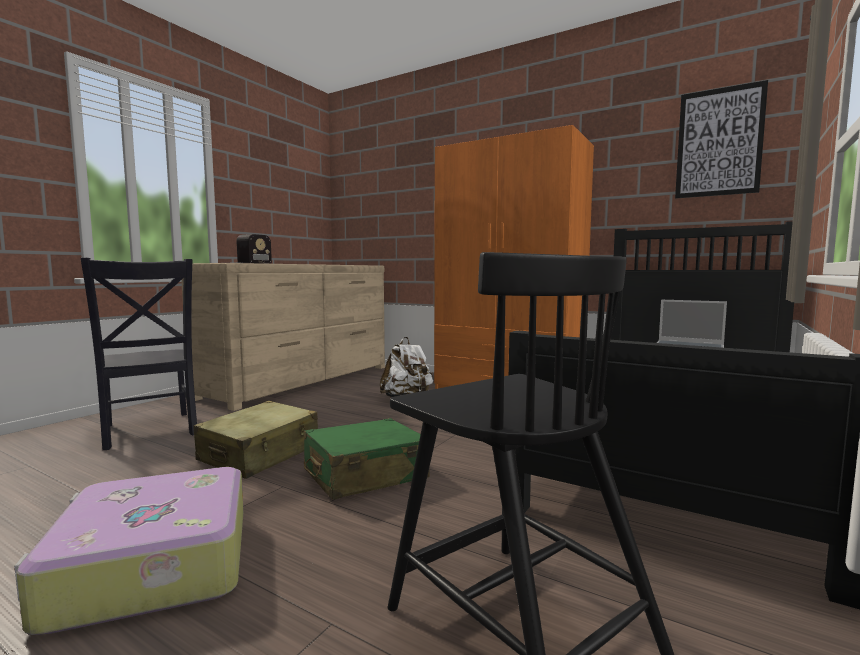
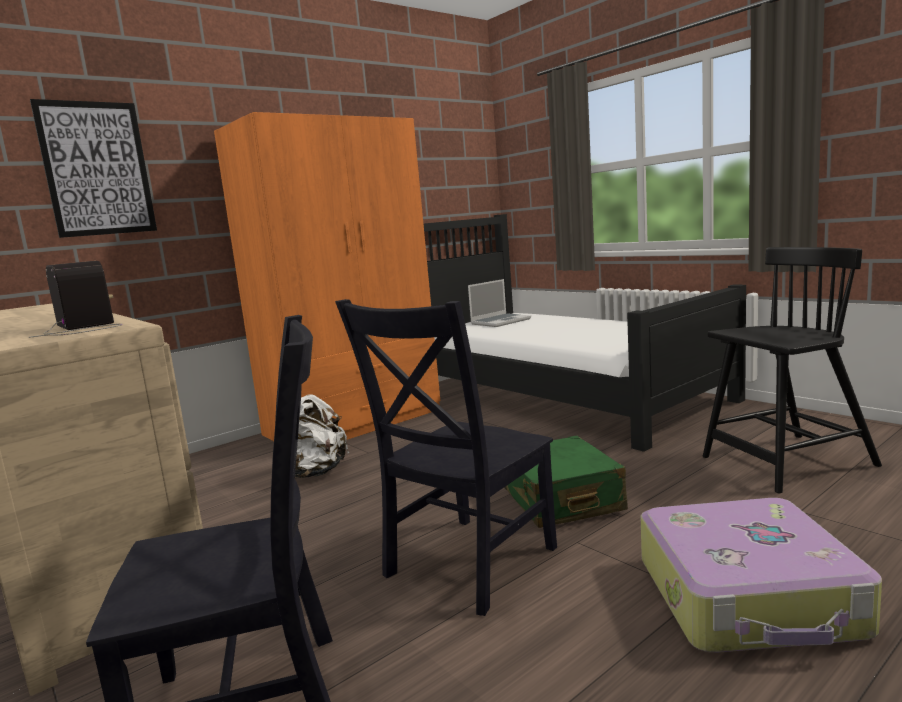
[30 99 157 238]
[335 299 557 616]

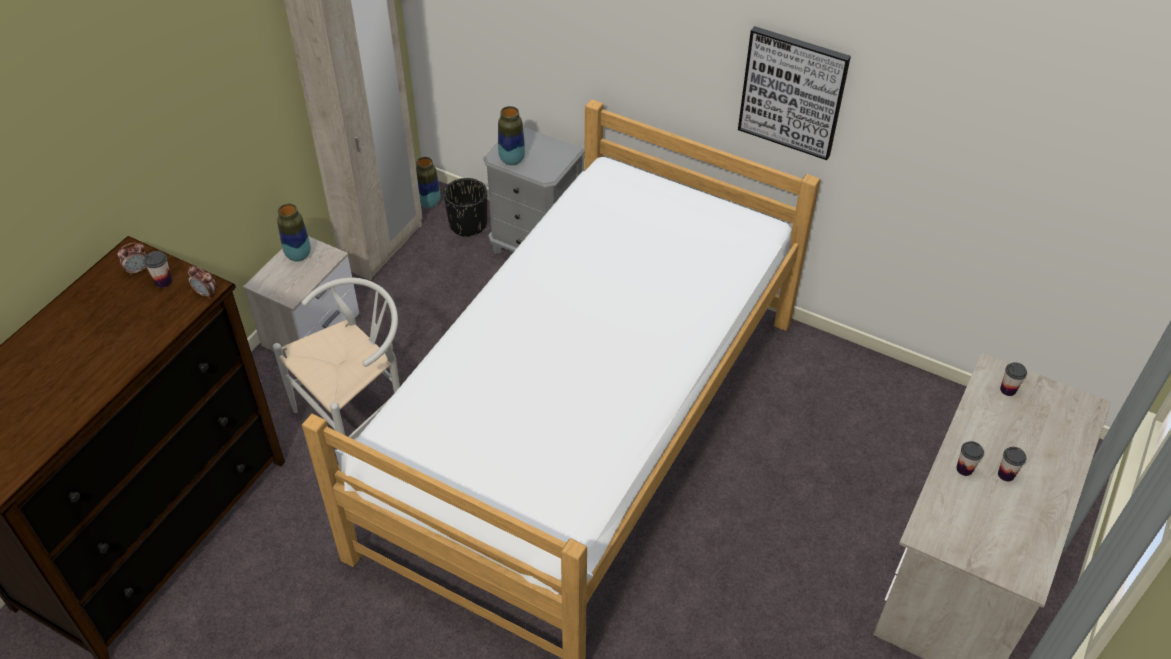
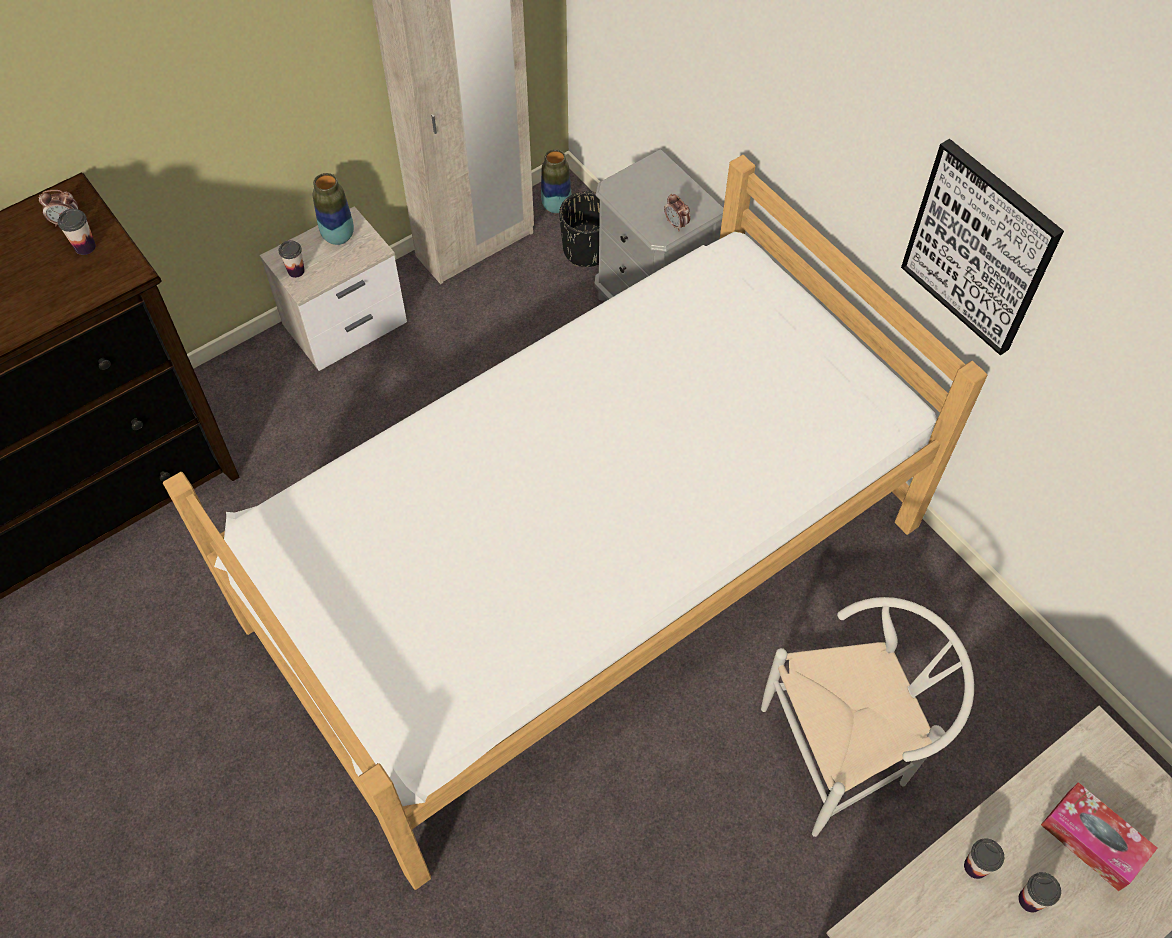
[279 240 305 278]
[664 194 690 231]
[761 597 974 837]
[1041 782 1157 891]
[498 106 525 165] (first image)

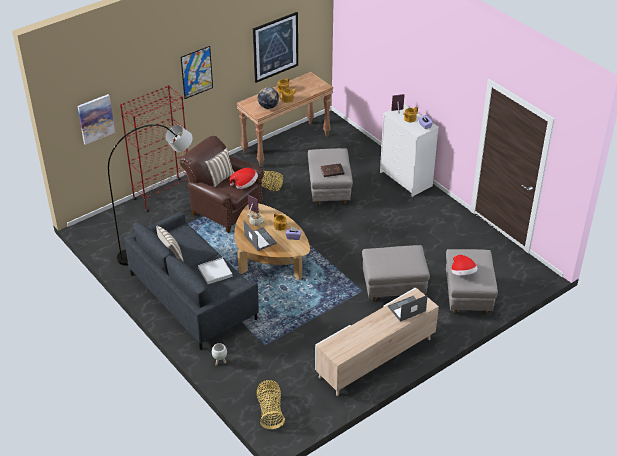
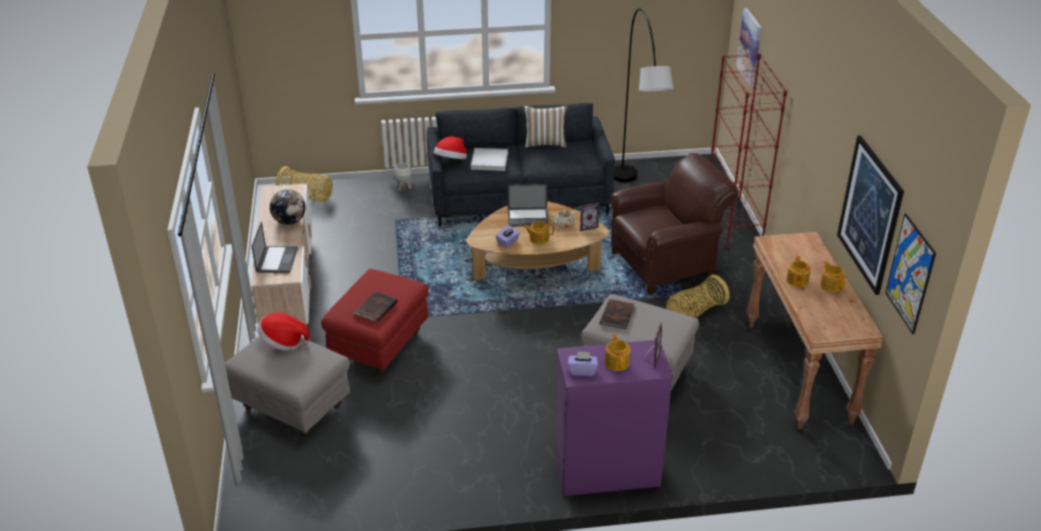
[270 189 306 225]
[321 269 429 375]
[353 292 397 322]
[434 136 467 159]
[555 340 673 496]
[885 214 936 334]
[205 148 235 188] (first image)

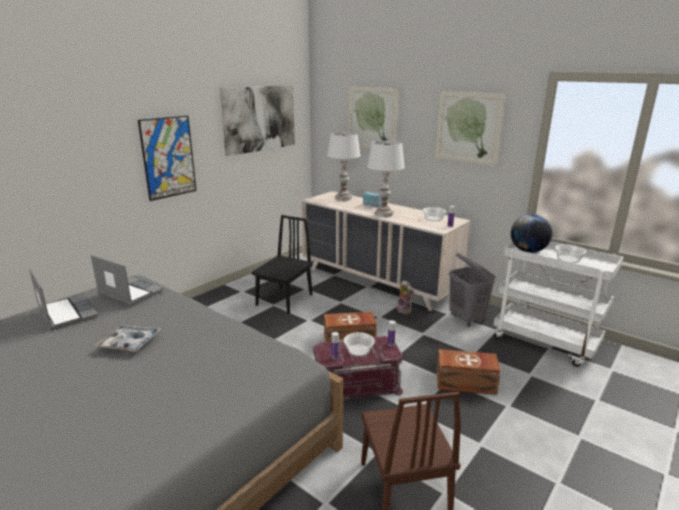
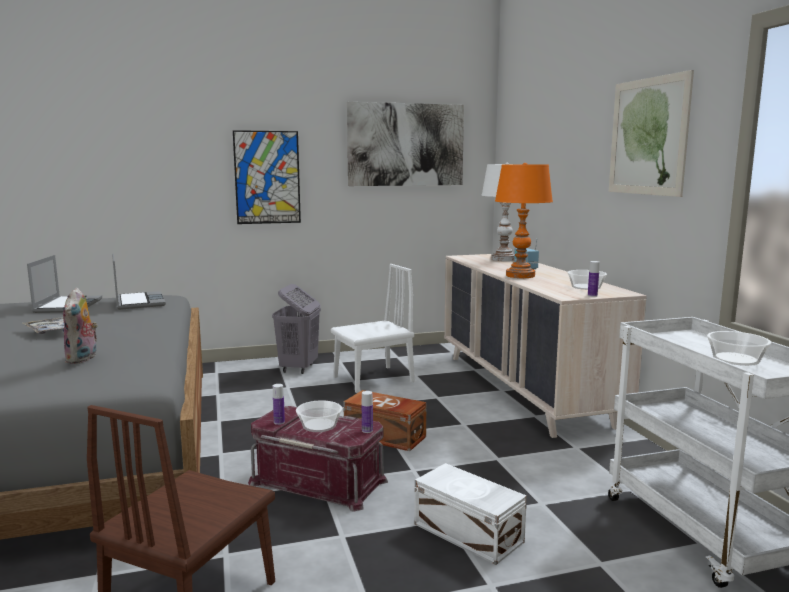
[63 288 98 364]
[272 284 321 374]
[331 264 415 393]
[414 463 527 565]
[495 163 553 278]
[348 87 399 148] (first image)
[511 214 552 253] (first image)

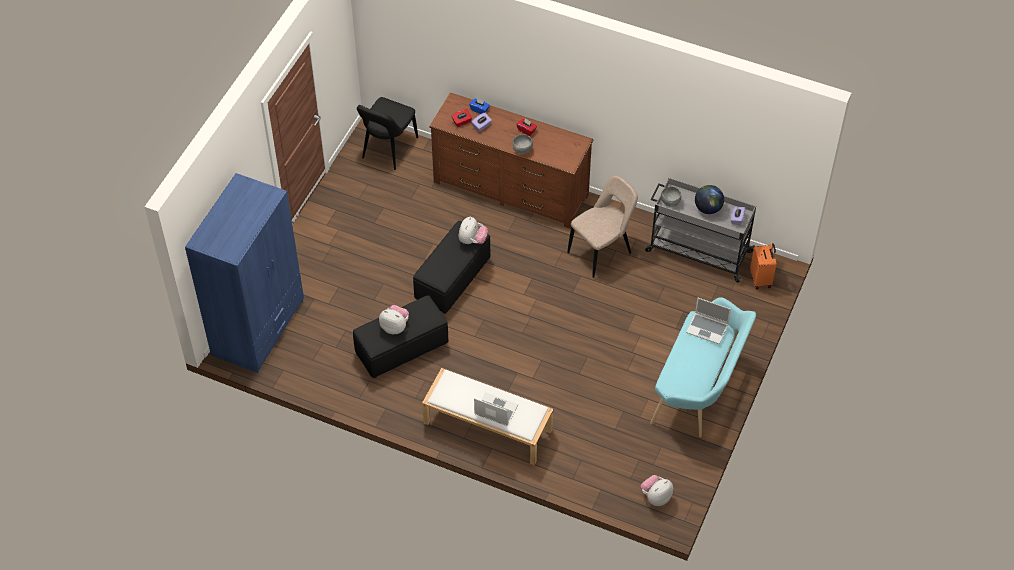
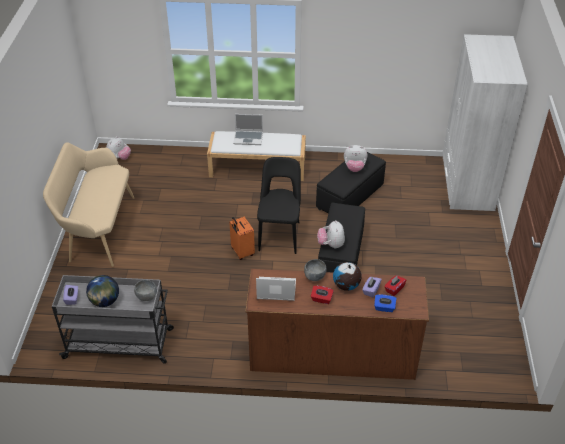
[43 142 135 267]
[229 217 255 260]
[256 277 296 301]
[257 157 301 254]
[333 262 362 291]
[442 34 528 211]
[567 175 638 278] (first image)

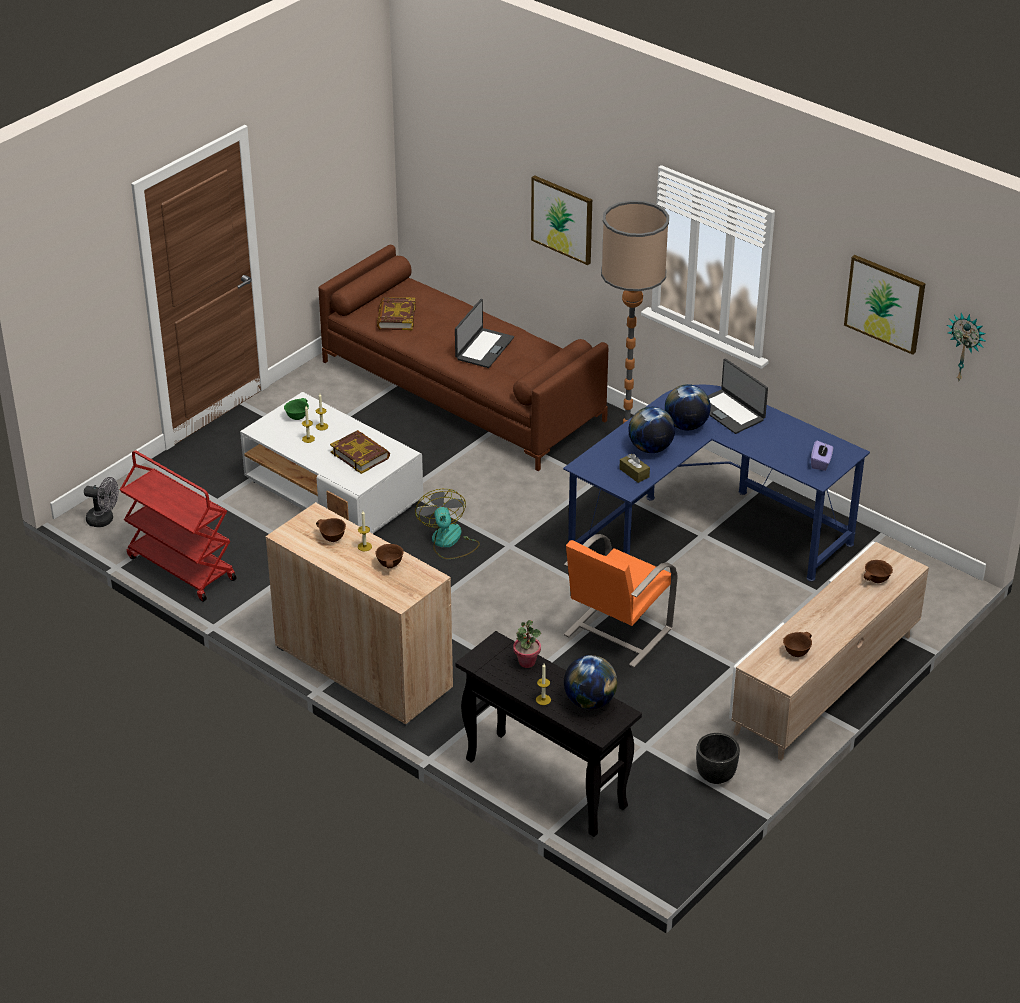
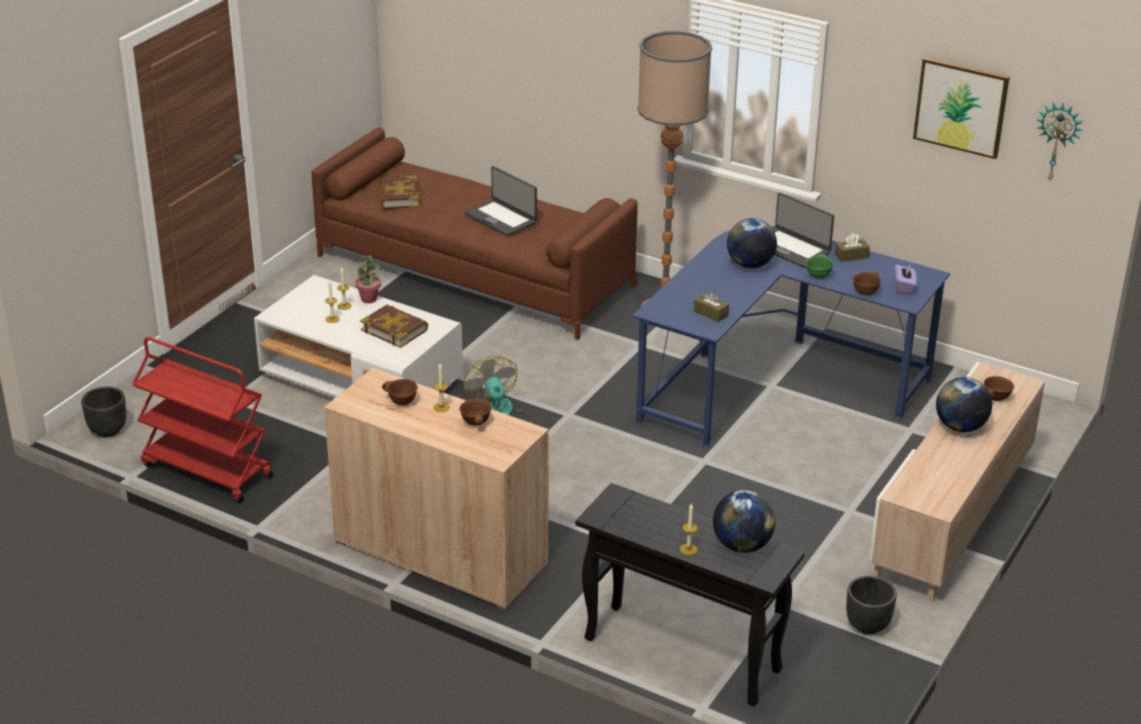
[81 387 126 437]
[355 255 381 303]
[465 166 537 236]
[806 254 834 279]
[835 233 870 262]
[852 271 881 295]
[936 377 992 432]
[531 175 592 265] (first image)
[564 534 678 668] (first image)

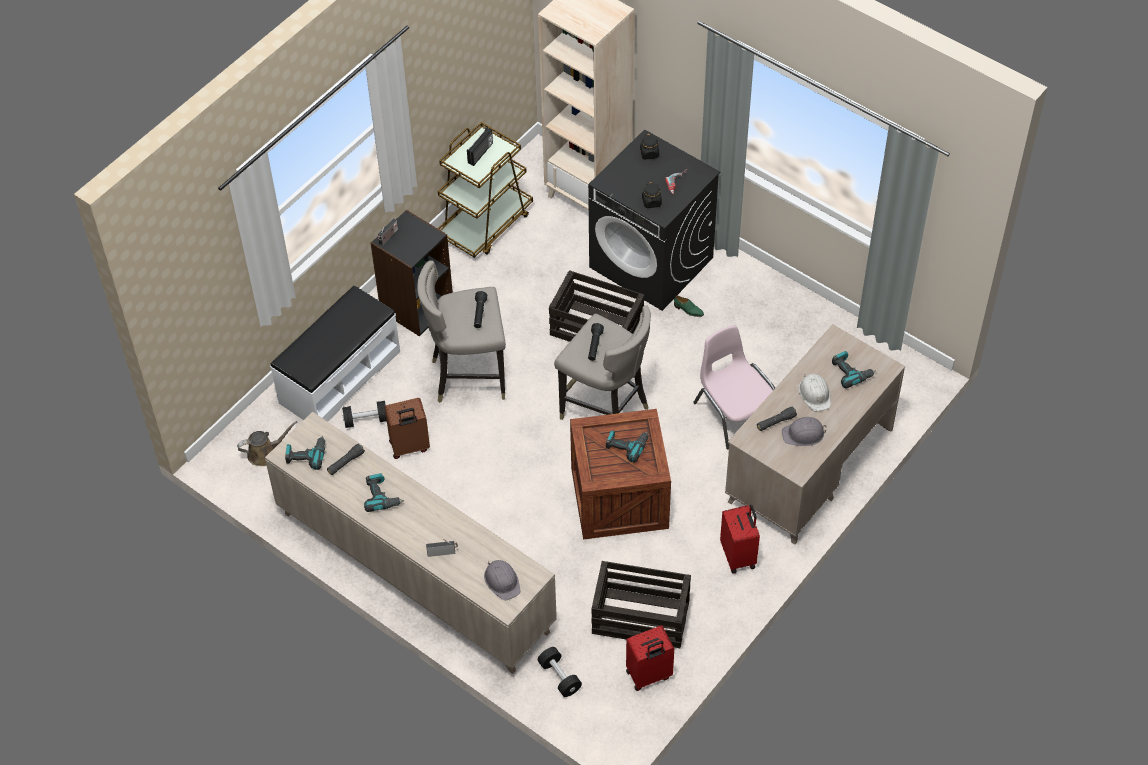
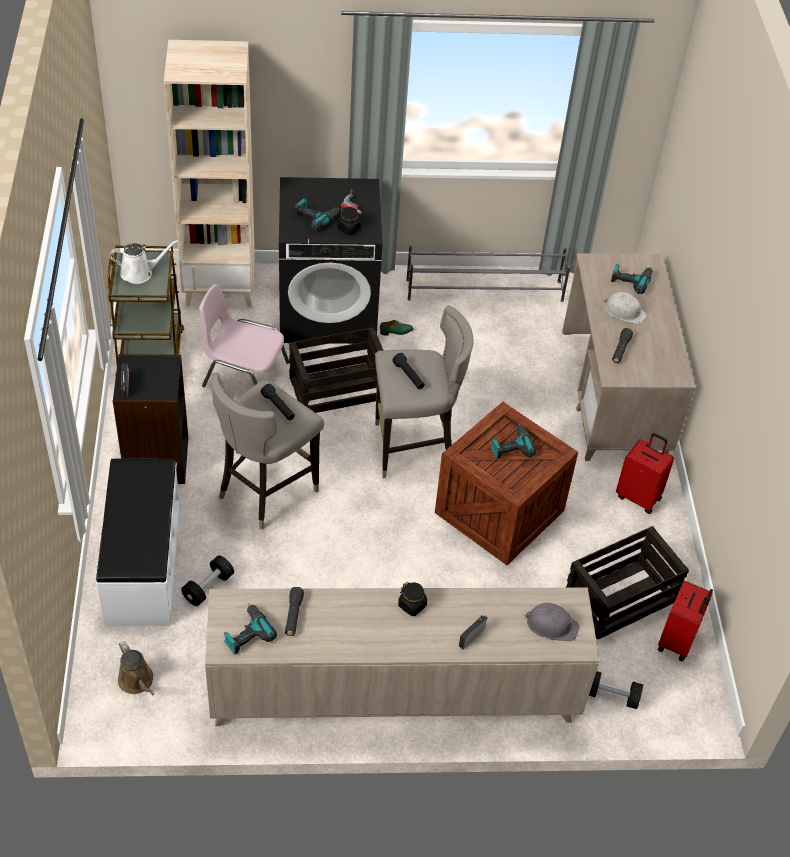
[110 240 179 284]
[118 641 154 696]
[199 284 289 387]
[294 198 340 231]
[398 582 427 616]
[406 245 570 302]
[385 398 430 459] (first image)
[782 417 827 446] (first image)

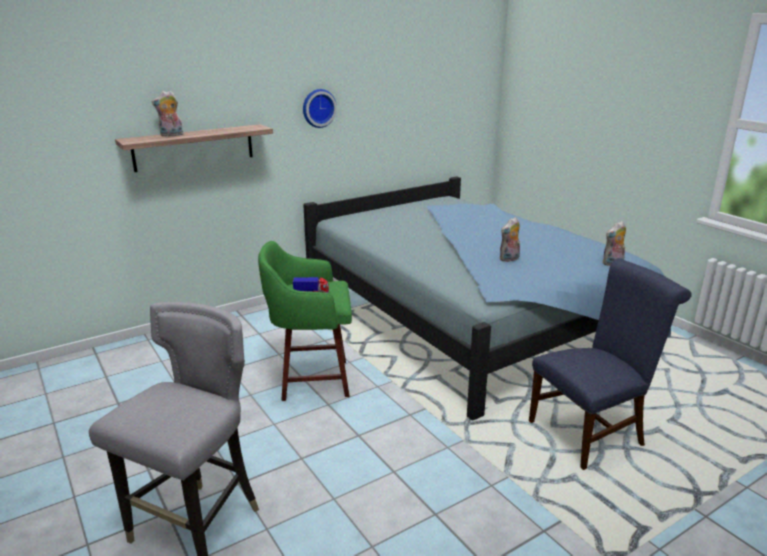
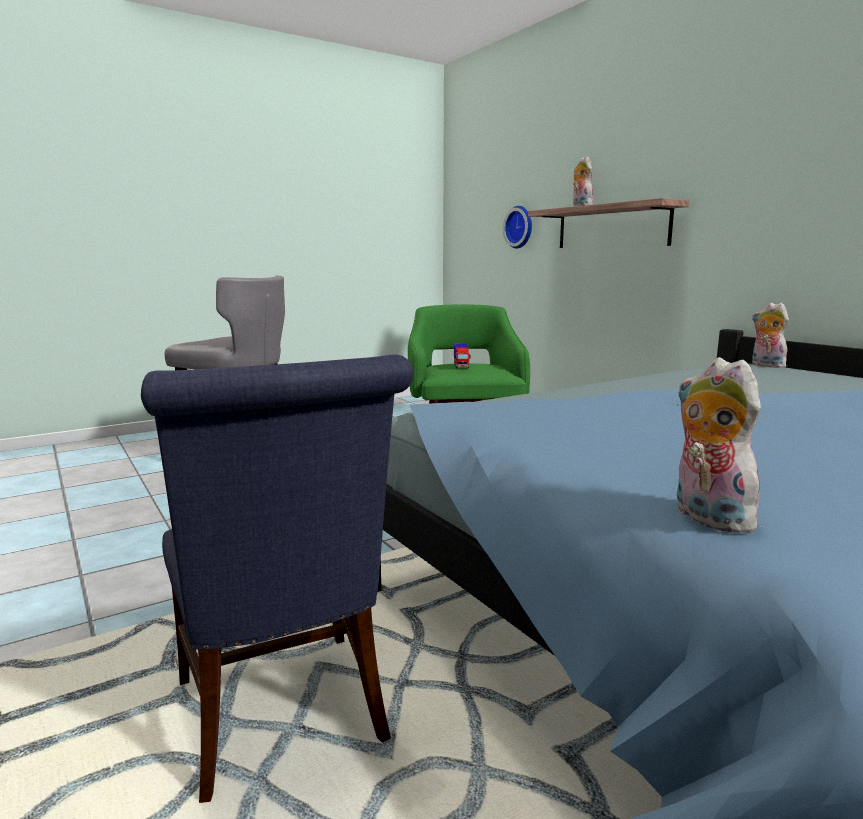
[503 206 532 249]
[752 303 789 368]

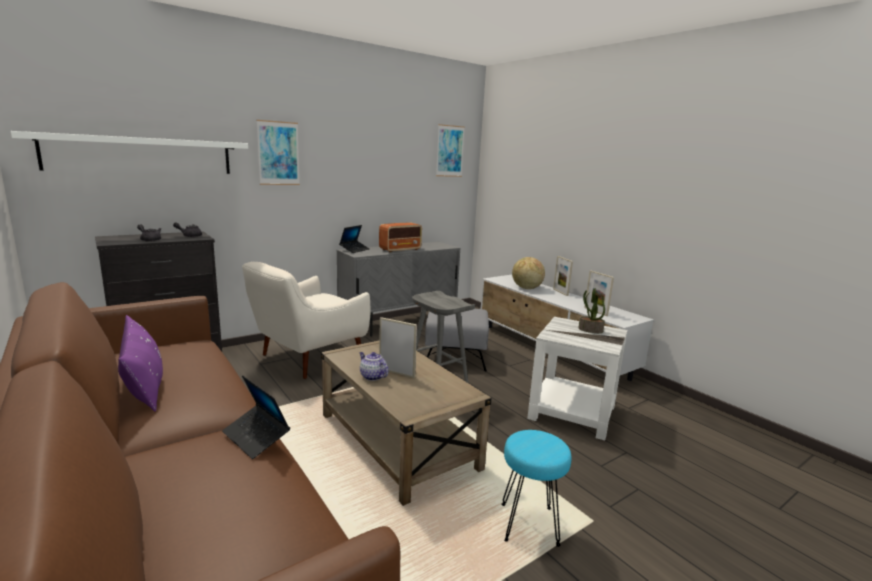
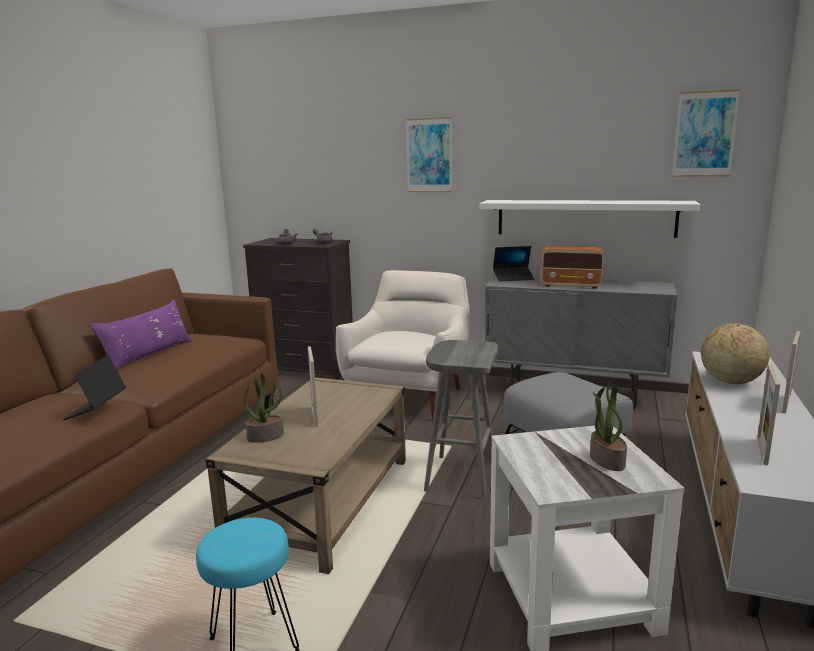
[244 373 284 442]
[336 270 470 420]
[480 200 700 238]
[359 352 388 381] (first image)

